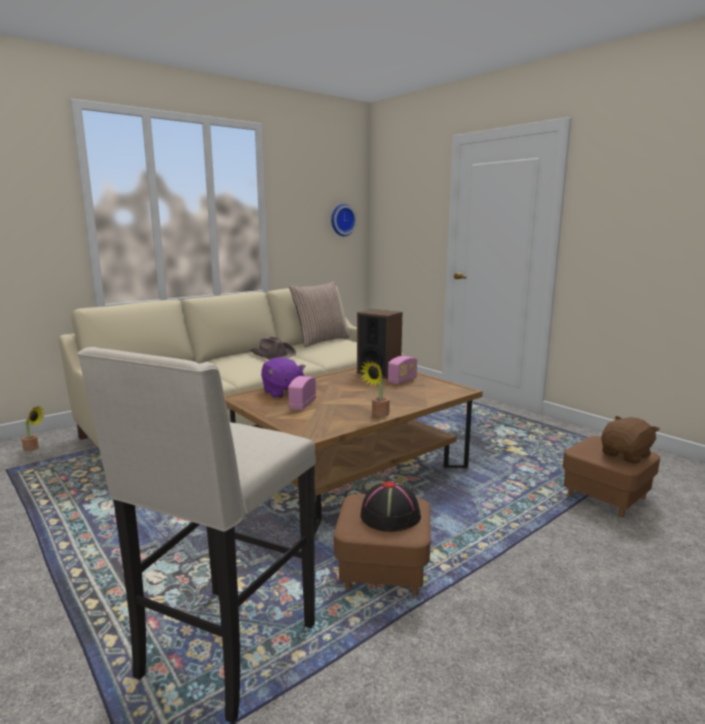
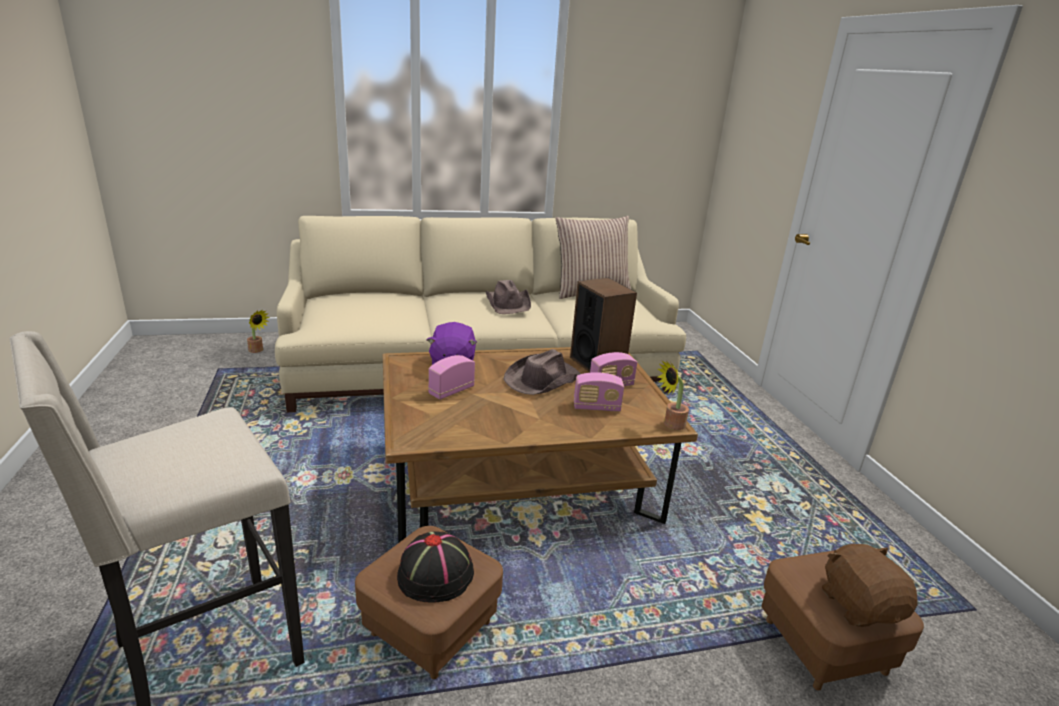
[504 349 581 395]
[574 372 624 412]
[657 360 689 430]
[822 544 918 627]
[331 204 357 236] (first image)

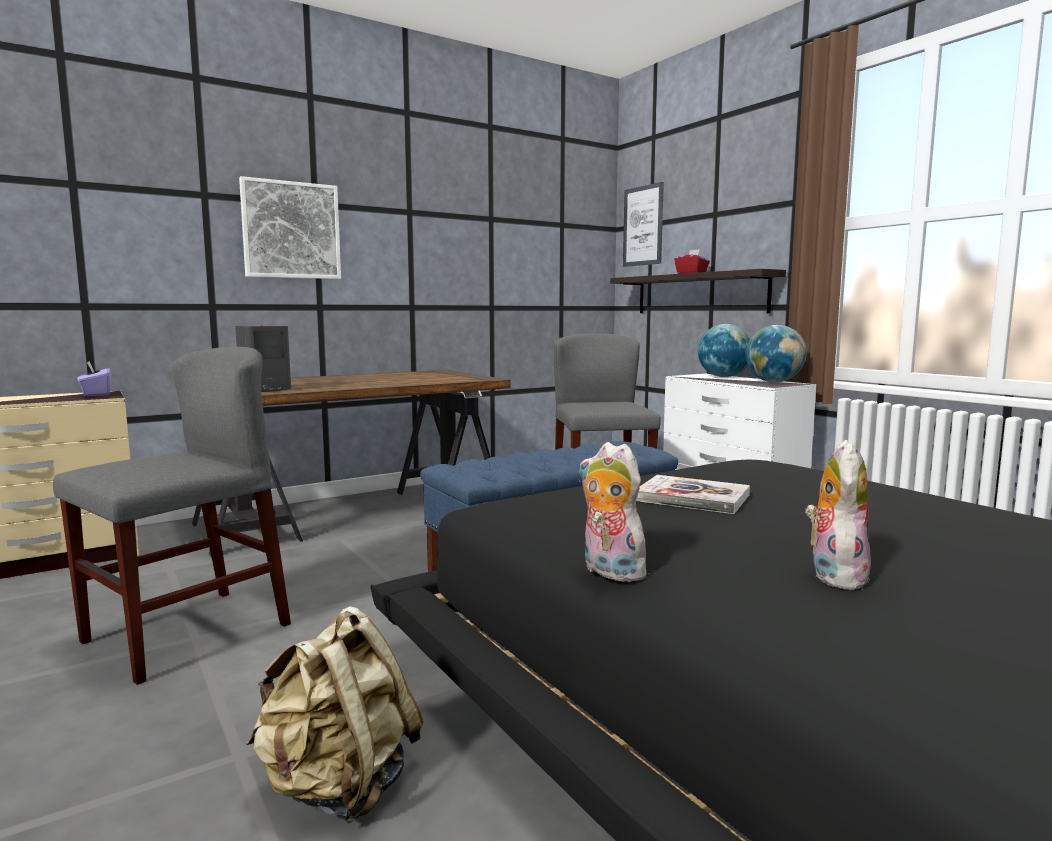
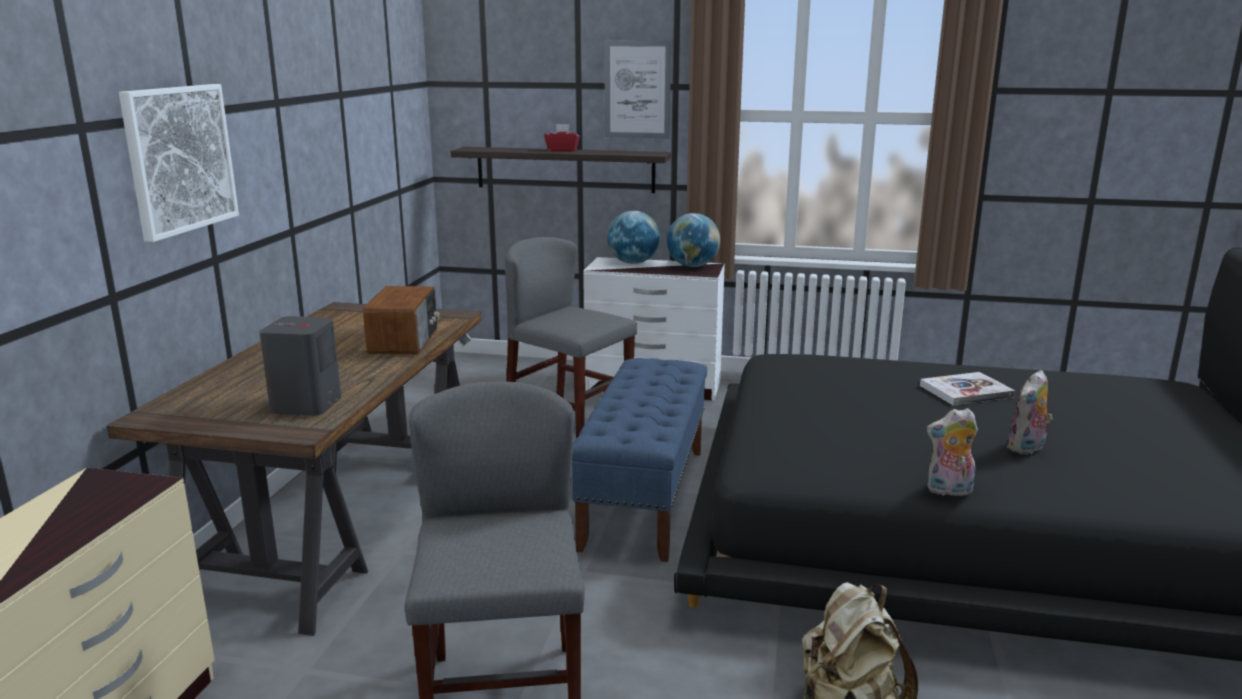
[363 286 440 354]
[605 41 671 138]
[920 372 1015 405]
[1007 370 1053 455]
[78 361 111 397] (first image)

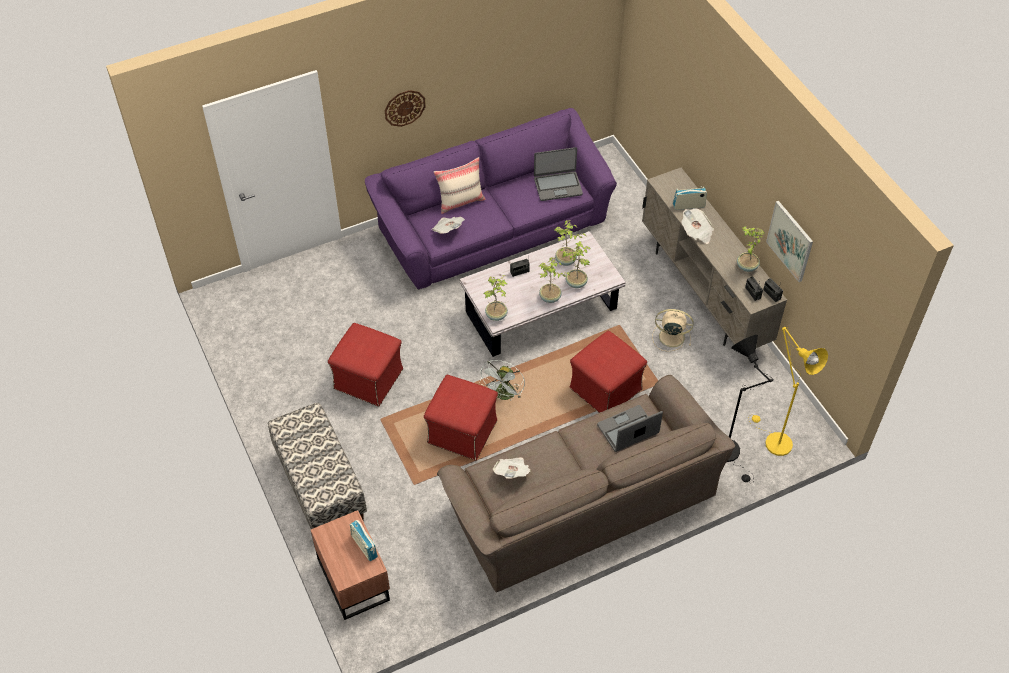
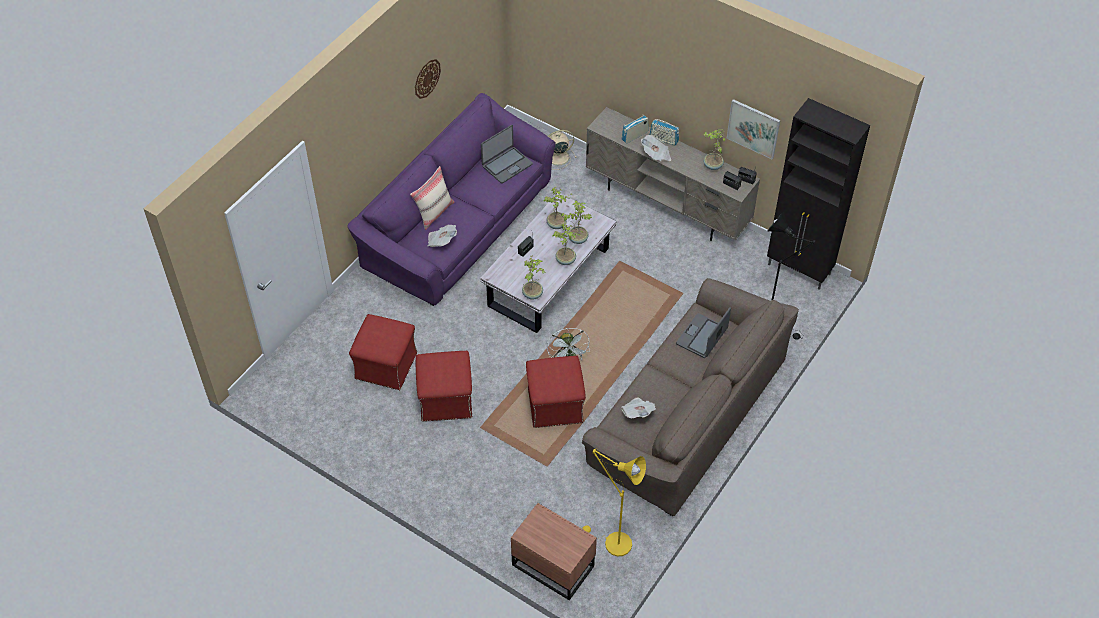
[349 314 417 390]
[415 59 441 99]
[548 130 576 170]
[580 448 646 556]
[650 119 679 146]
[767 98 870 290]
[268 403 367 529] (first image)

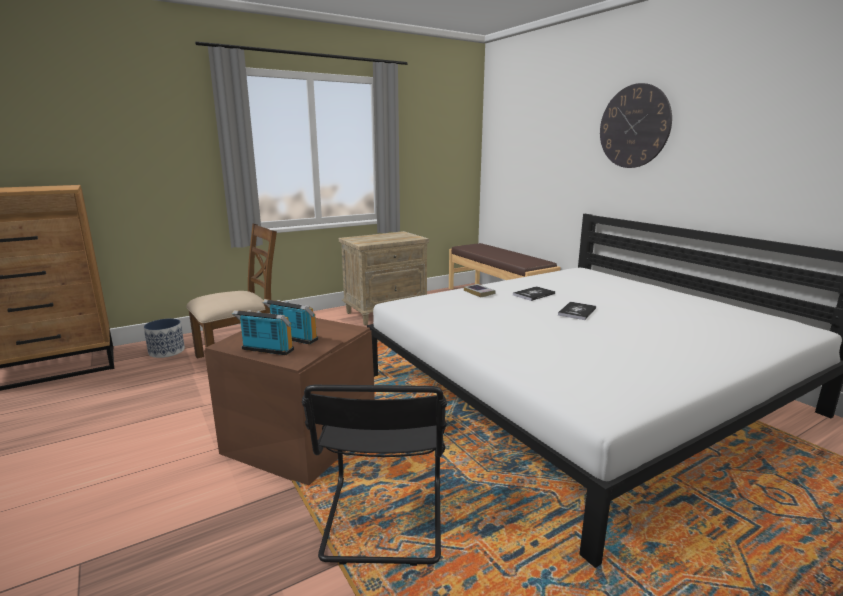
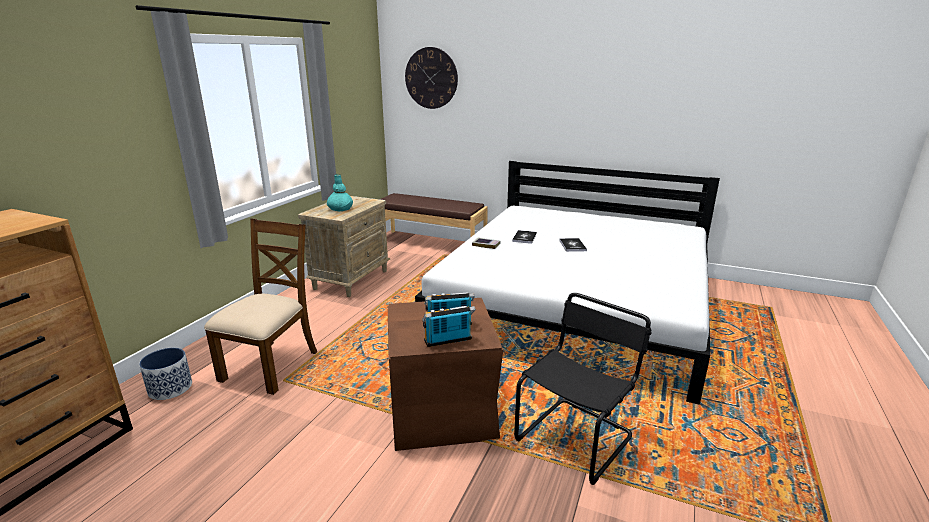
[327 174 353 211]
[405 47 458 109]
[514 293 652 485]

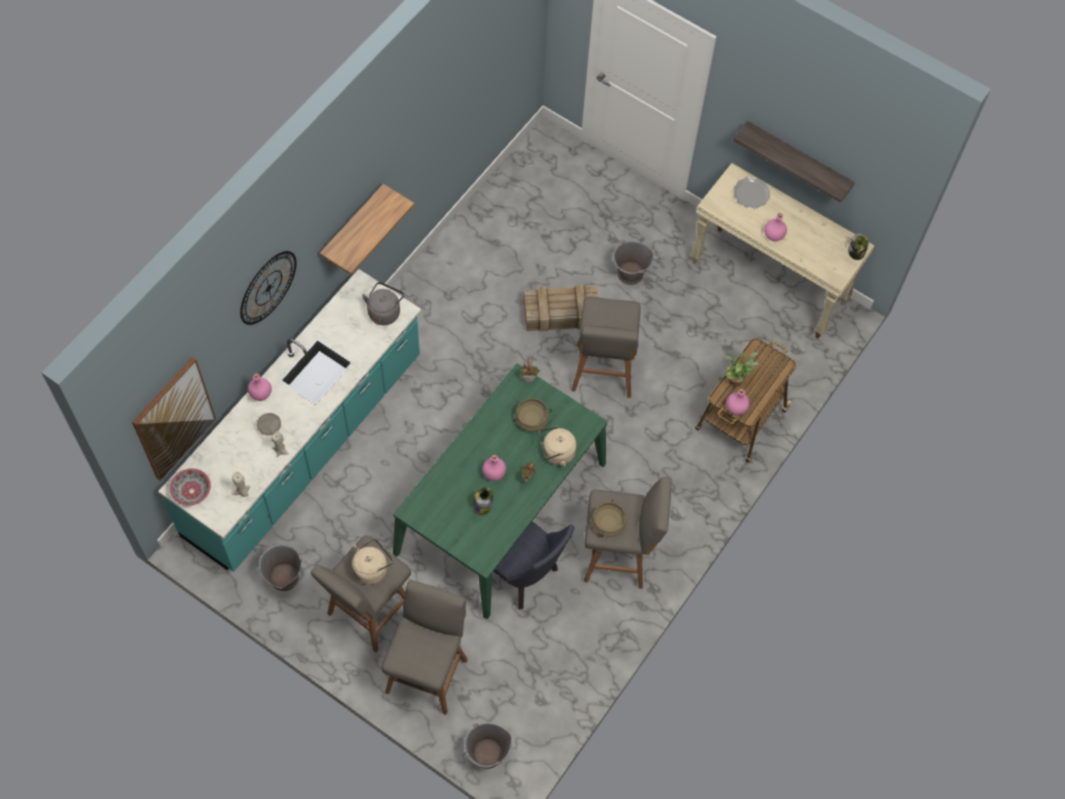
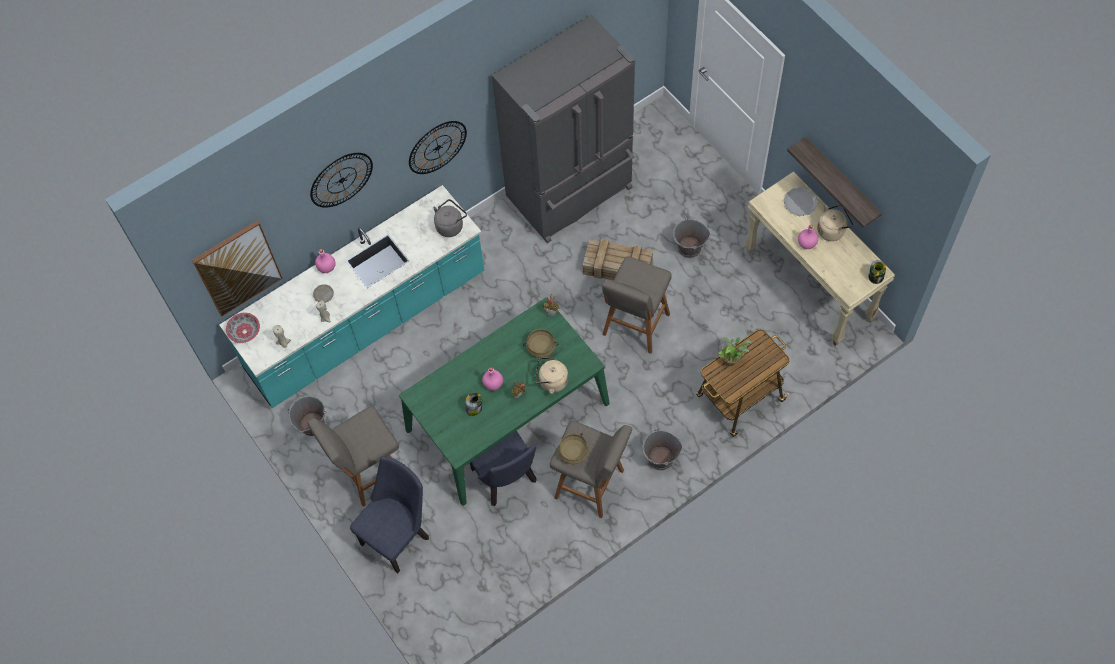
[350 456 429 573]
[409 121 467 174]
[492 15 635 243]
[642 429 683 470]
[817 205 853 241]
[726 388 749 415] (first image)

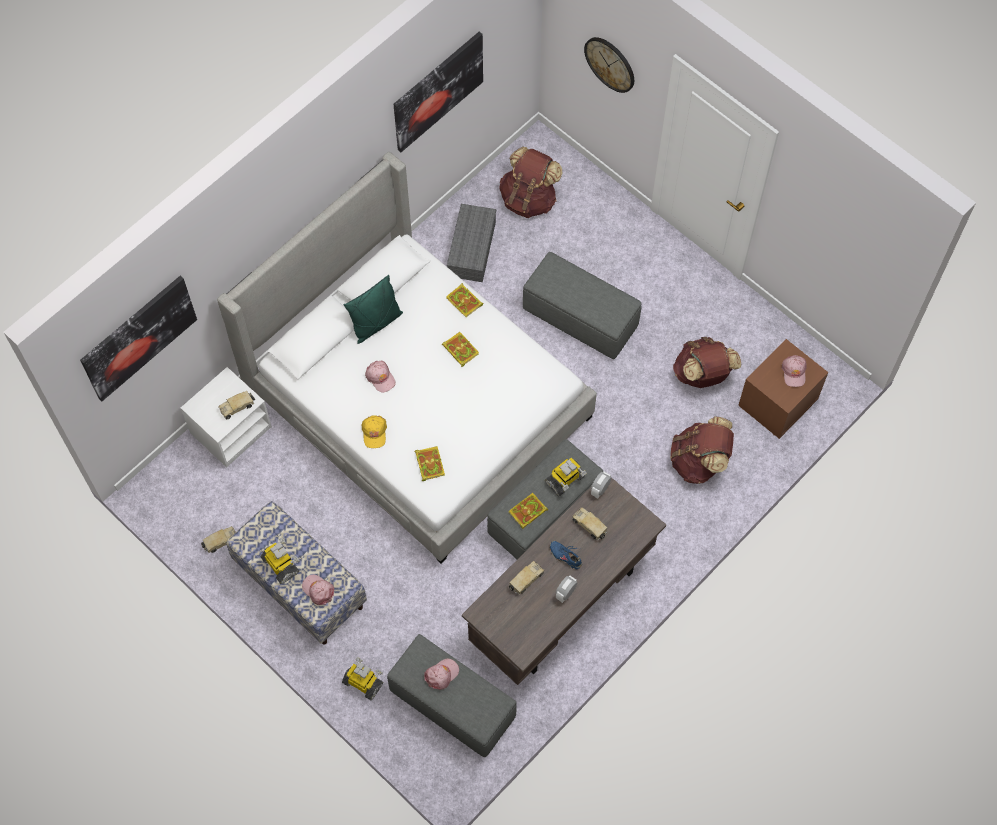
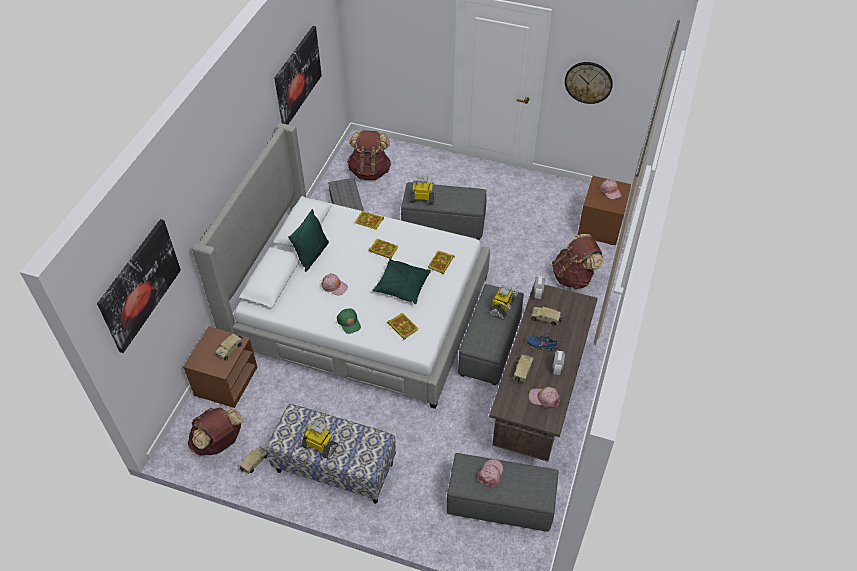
[183 326 258 408]
[187 407 243 456]
[337 308 361 334]
[372 259 431 304]
[410 175 435 205]
[428 250 455 274]
[529 387 560 409]
[565 62 613 104]

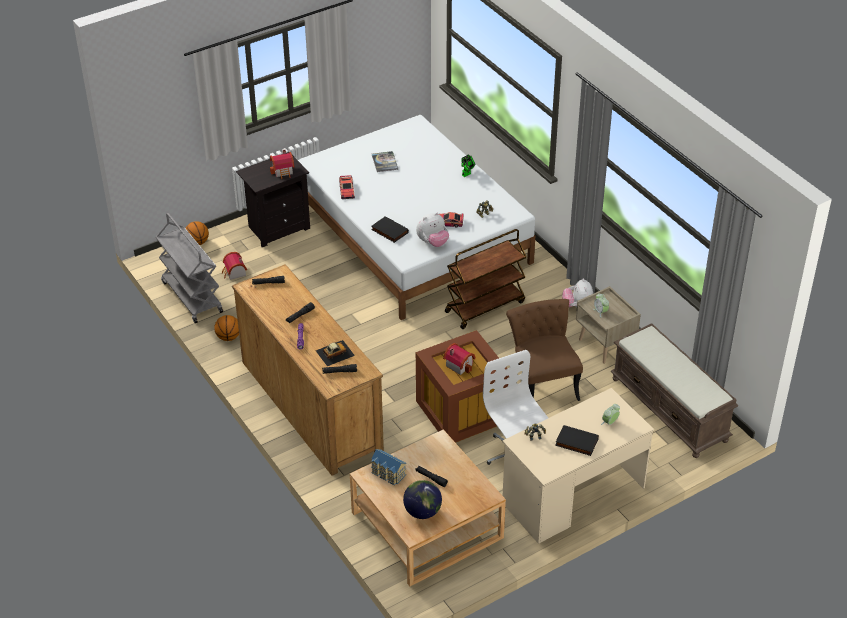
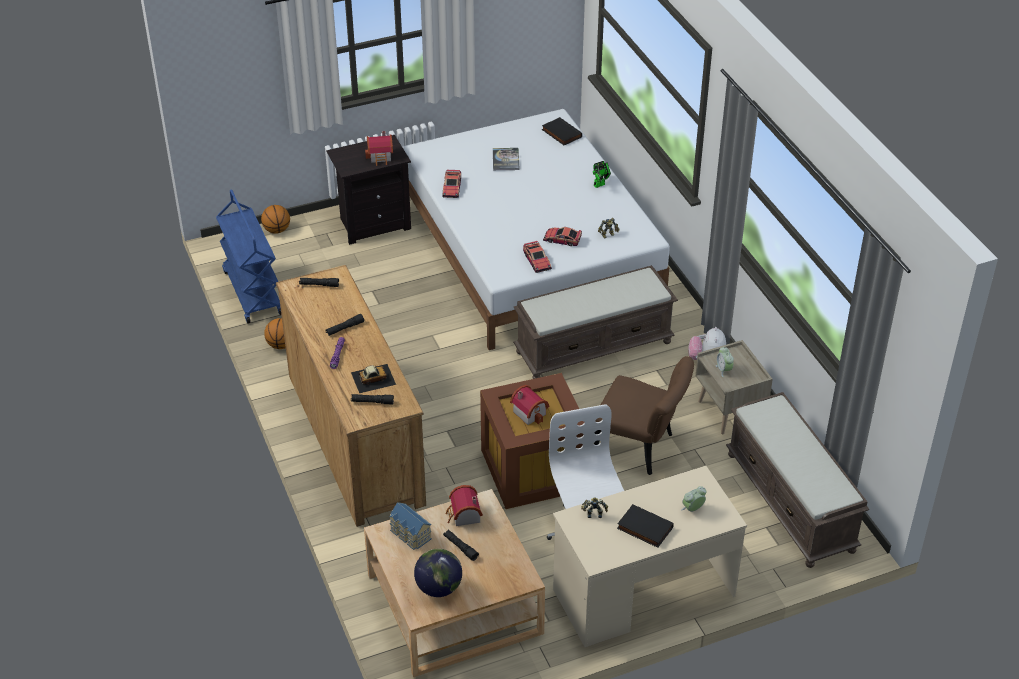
[216 190 281 324]
[446 485 483 526]
[513 265 678 379]
[523 241 552 273]
[542 117 582 145]
[594 356 694 475]

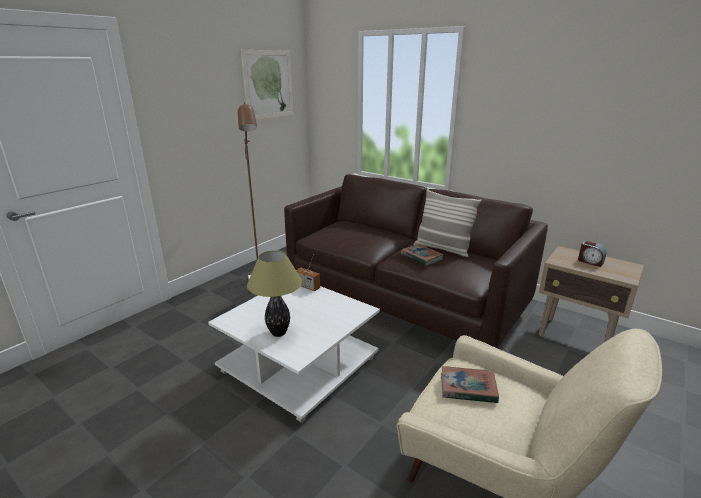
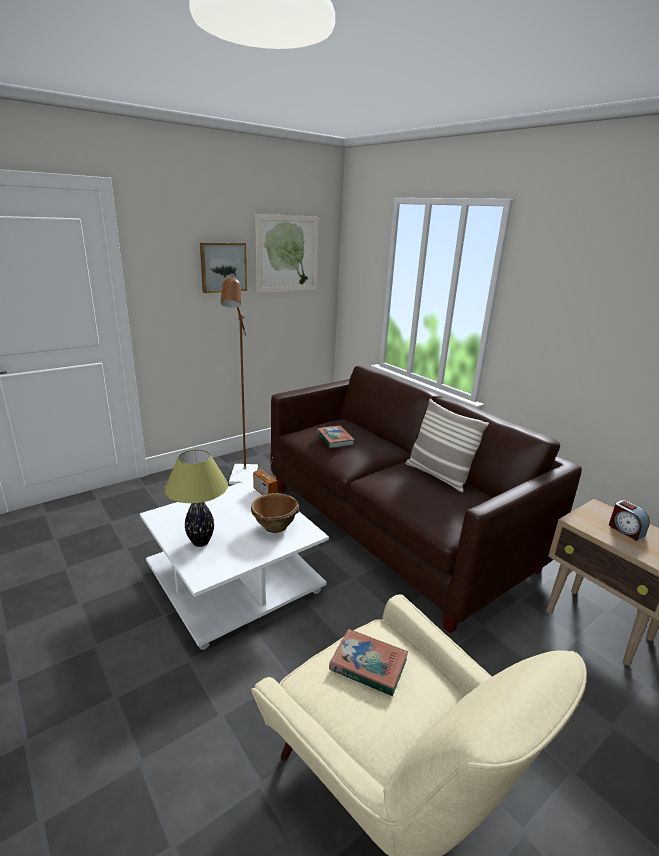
[200 243 247 293]
[251 493 299 533]
[316 426 355 448]

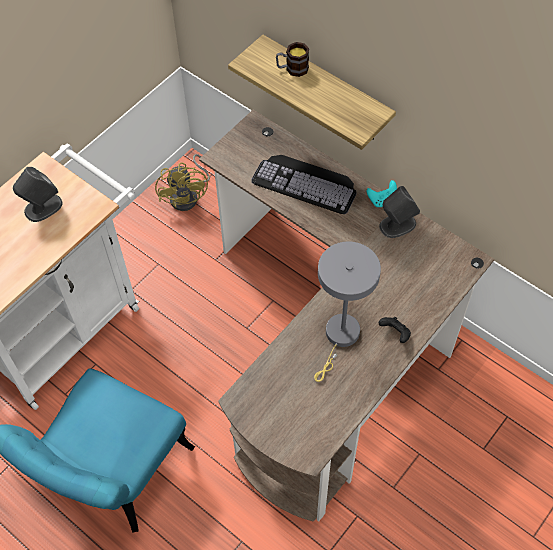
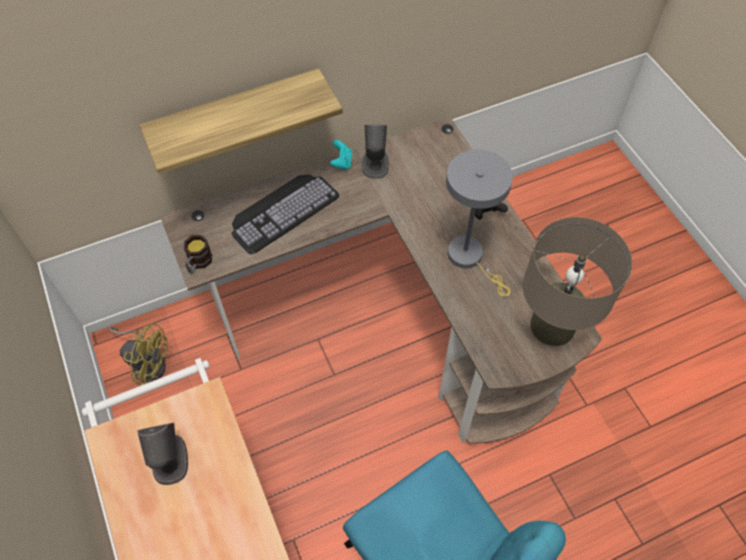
[184 235 212 273]
[523 217 632 346]

